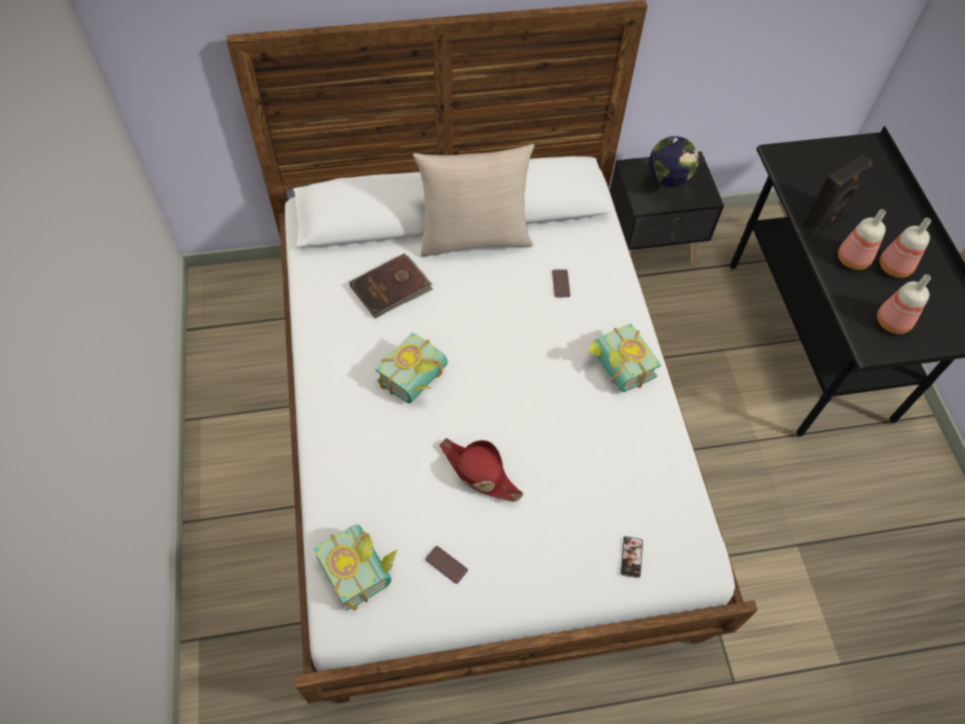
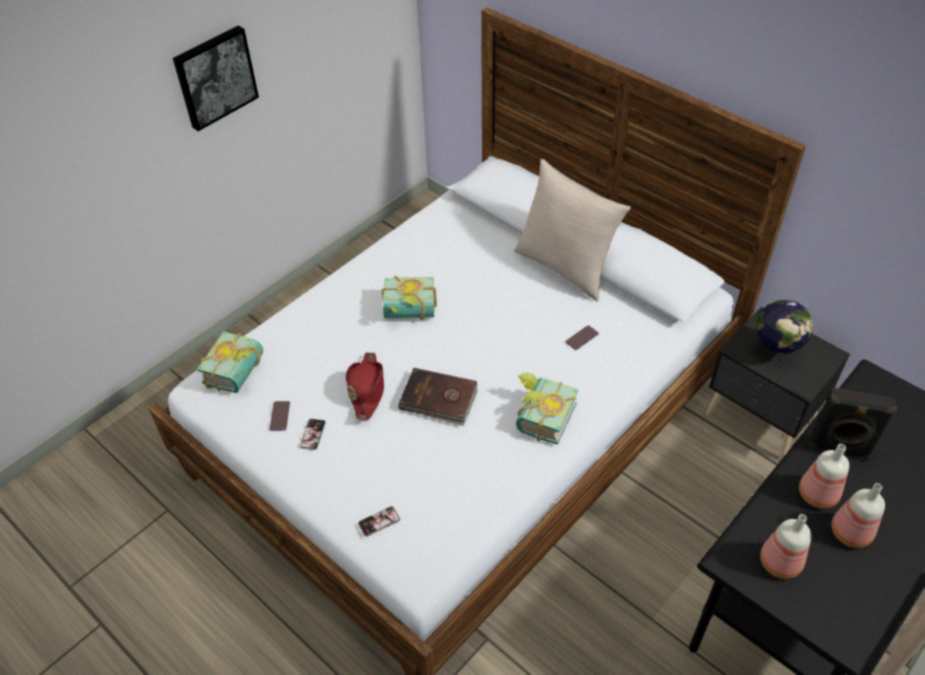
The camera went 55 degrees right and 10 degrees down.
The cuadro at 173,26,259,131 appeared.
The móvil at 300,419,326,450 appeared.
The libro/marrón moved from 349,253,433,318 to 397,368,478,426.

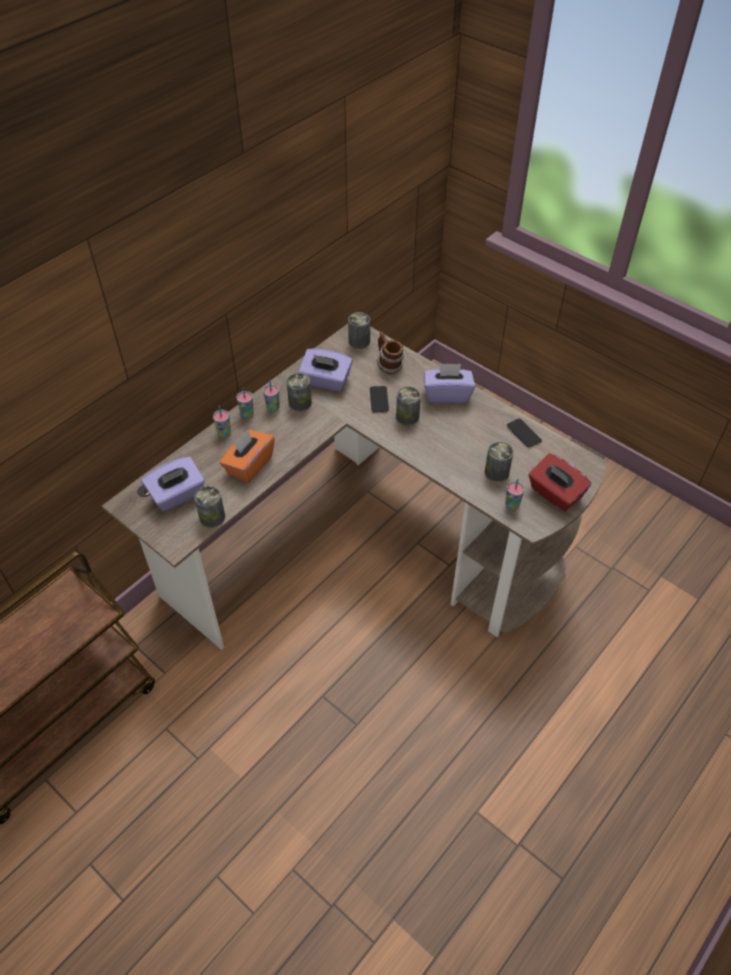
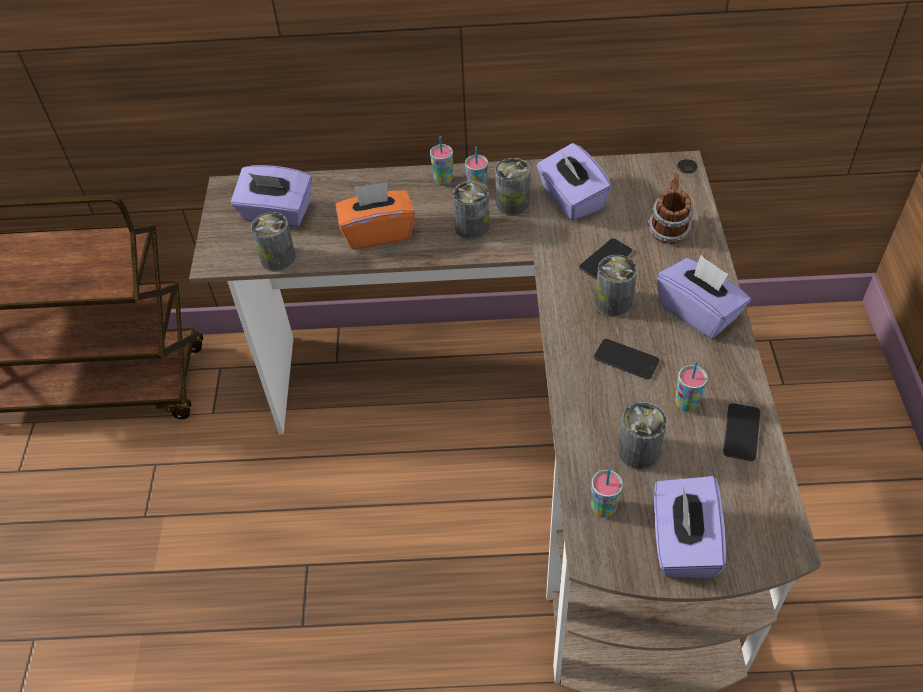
The camera went 50 degrees right and 0 degrees up.
The lata moved from 348,312,370,349 to 453,181,490,240.
The móvil at 594,339,660,379 appeared.
The caja de pañuelos/rojo at 528,453,591,511 became the caja de pañuelos/morado at 654,476,726,579.
The taza moved from 213,406,231,438 to 675,361,708,412.

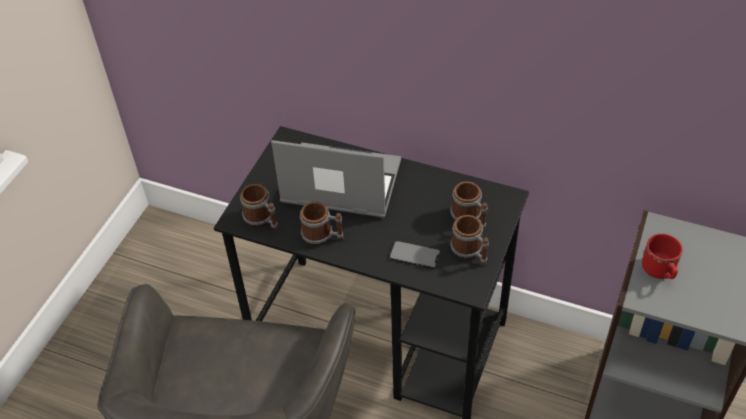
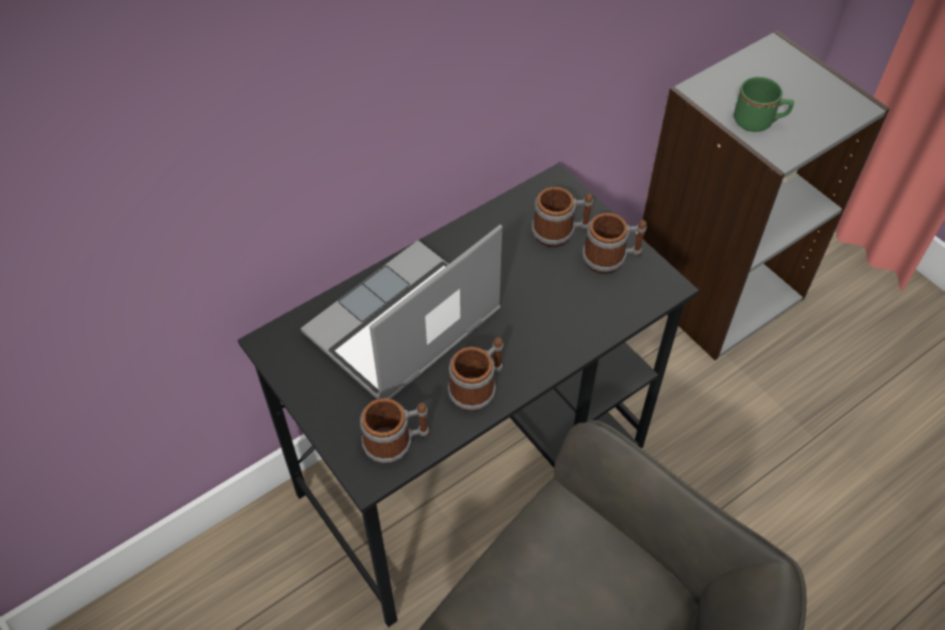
The camera went 60 degrees left and 5 degrees up.
The taza grande/rojo at 642,234,683,279 became the taza grande/verde at 734,77,794,132.
The móvil at 389,241,441,269 disappeared.

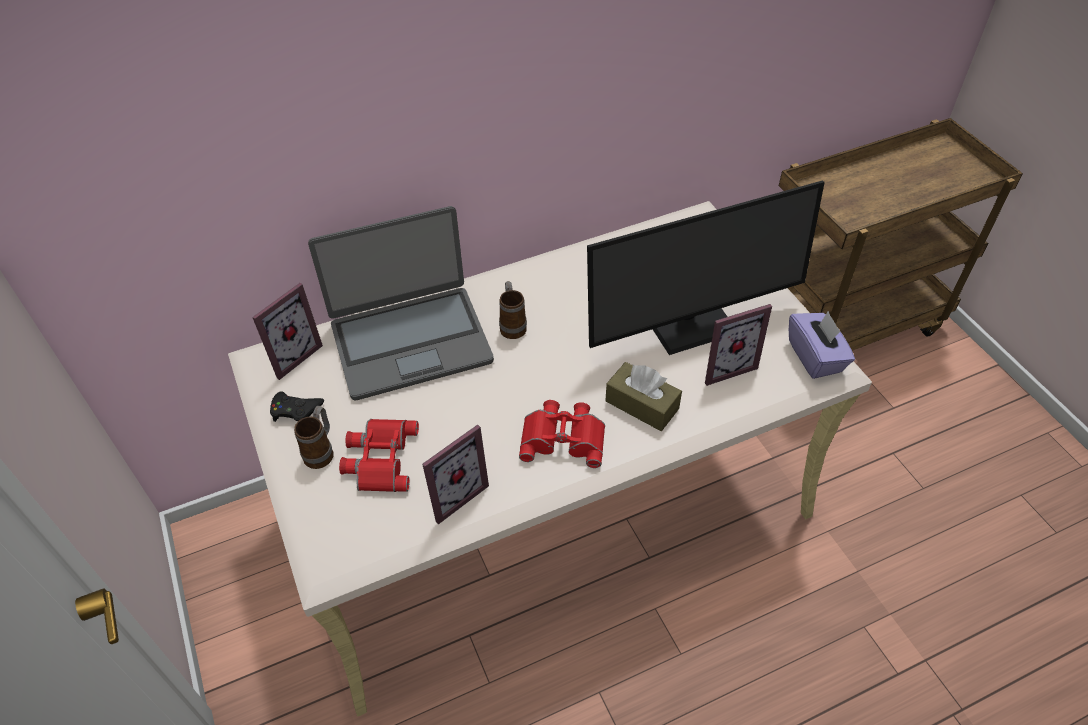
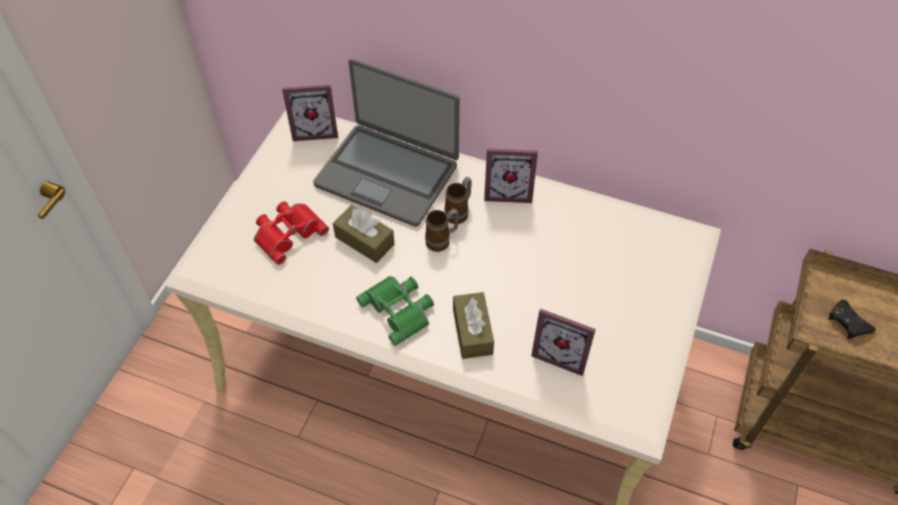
The camera went 45 degrees right and 5 degrees up.
The caja de pañuelos/marrón at 333,205,395,263 appeared.
The prismáticos/rojo at 519,400,605,468 became the prismáticos/verde at 356,276,434,346.
The taza grande moved from 294,406,333,469 to 425,209,459,252.
The portarretratos moved from 422,425,489,524 to 484,149,538,203.
The mando de consola/negro moved from 270,391,324,422 to 828,300,876,339.
The monitor at 587,180,825,355 disappeared.
The caja de pañuelos/morado at 789,311,855,379 disappeared.

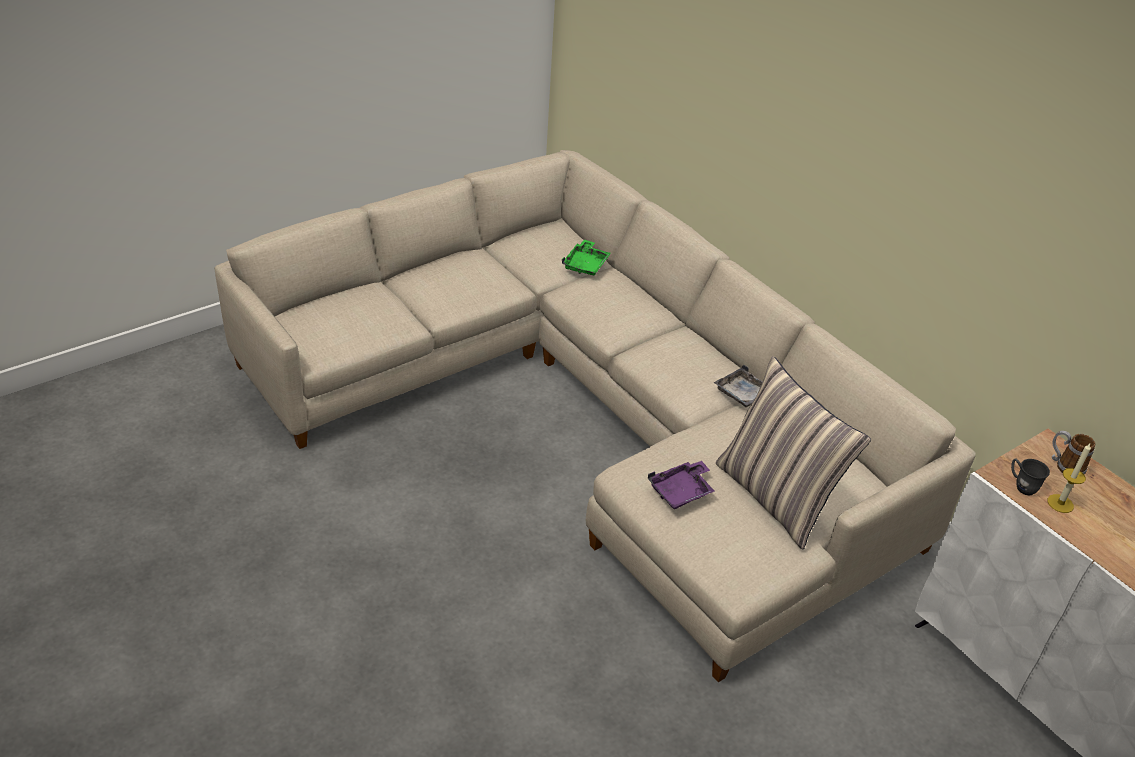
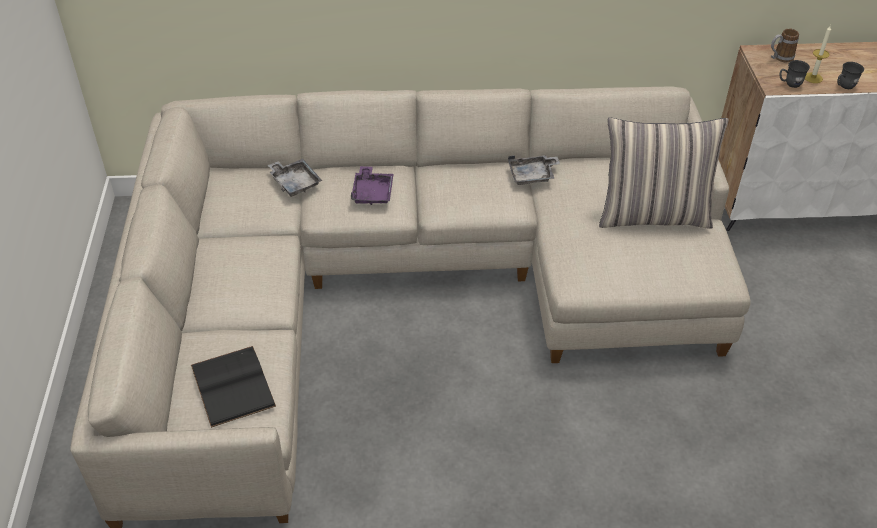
The camera went 55 degrees left and 5 degrees up.
The libro/negro at 191,346,276,428 appeared.
The bandeja/verde at 562,239,611,275 became the bandeja/gris at 268,159,322,197.
The bandeja/morado moved from 648,461,714,509 to 351,166,394,205.
The taza grande/gris at 837,62,864,89 appeared.

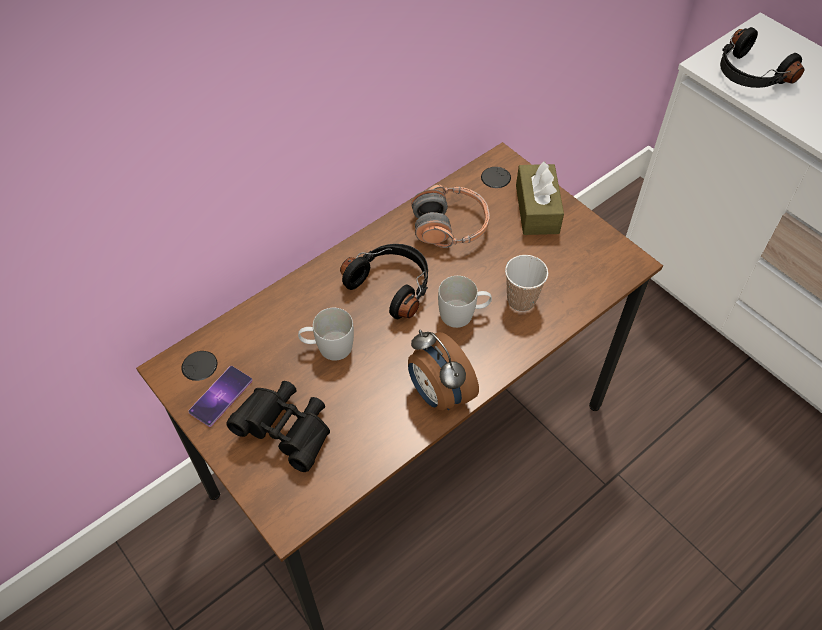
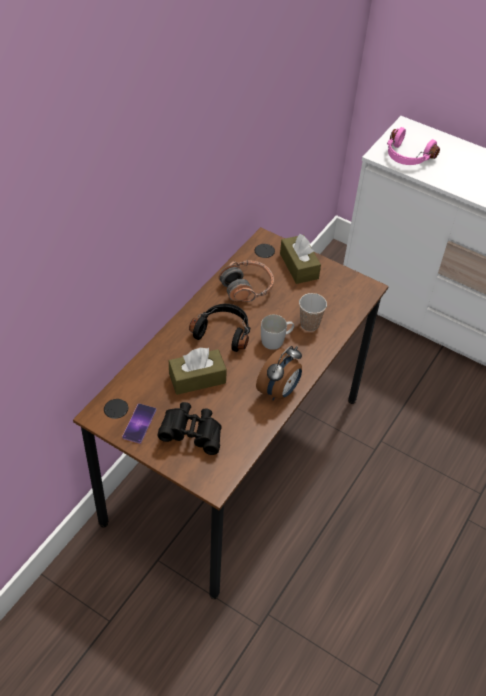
The camera went 20 degrees left and 5 degrees down.
The taza grande/blanco at 298,308,354,361 was replaced by the caja de pañuelos/marrón at 169,348,227,395.
The despertador at 408,330,479,411 turned 90 degrees counterclockwise.
The auriculares/negro at 720,27,805,88 became the auriculares/rosa at 387,127,440,165.

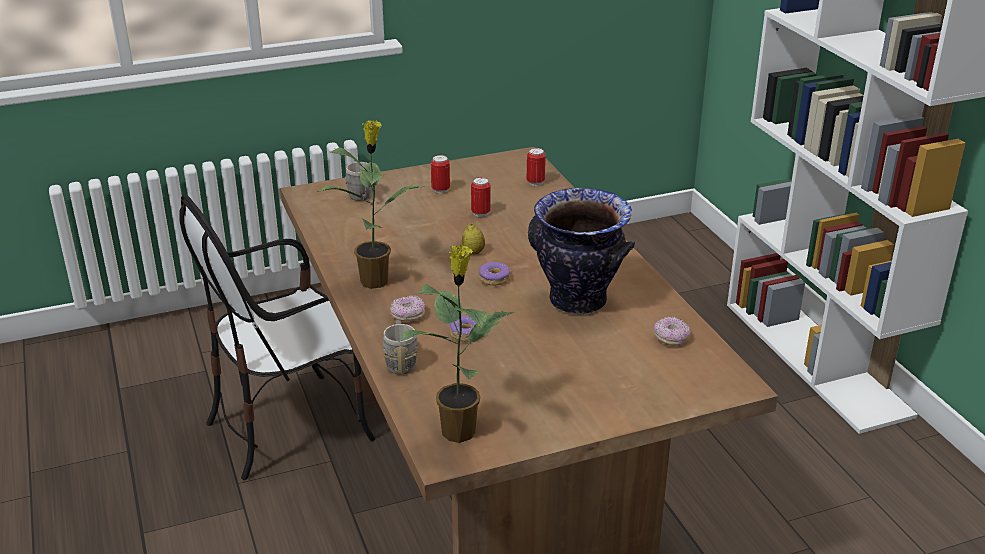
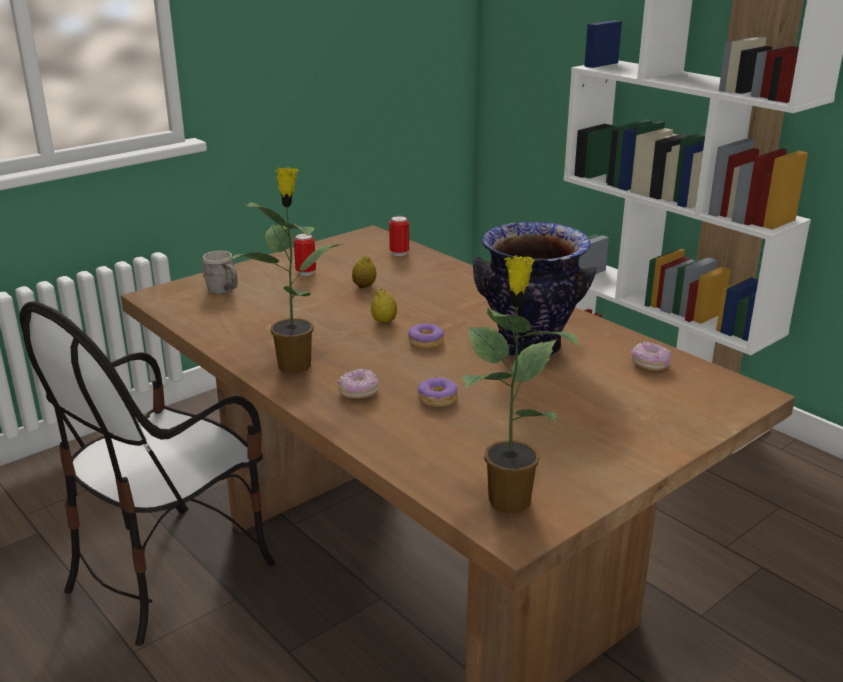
The camera went 20 degrees left and 5 degrees down.
The lata at 471,177,491,217 was replaced by the limón at 352,255,376,288.
The taza grande/gris at 382,321,419,374 disappeared.

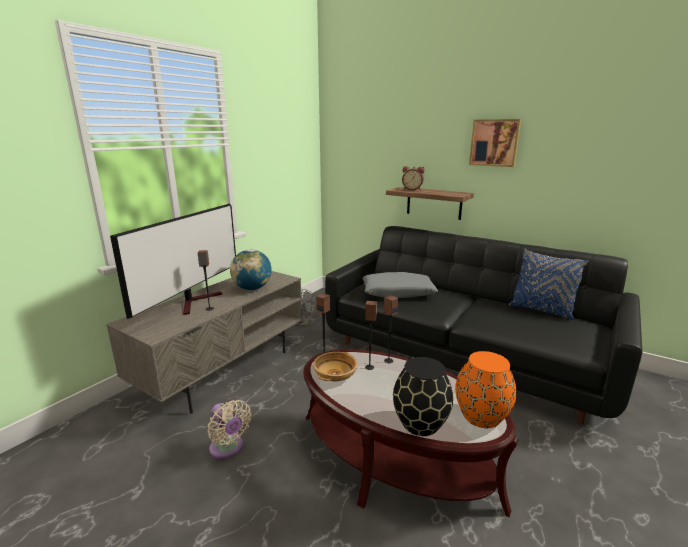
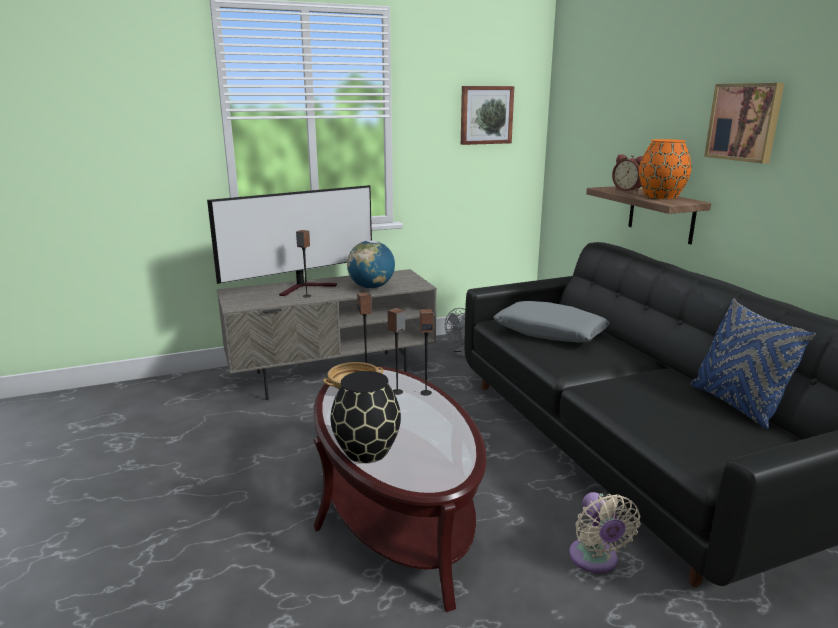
The camera went 35 degrees right and 0 degrees up.
The cuadro at 461,86,514,145 appeared.
The ventilador/beis moved from 208,400,251,459 to 569,492,641,573.
The florero/naranja moved from 455,351,517,428 to 639,139,691,199.

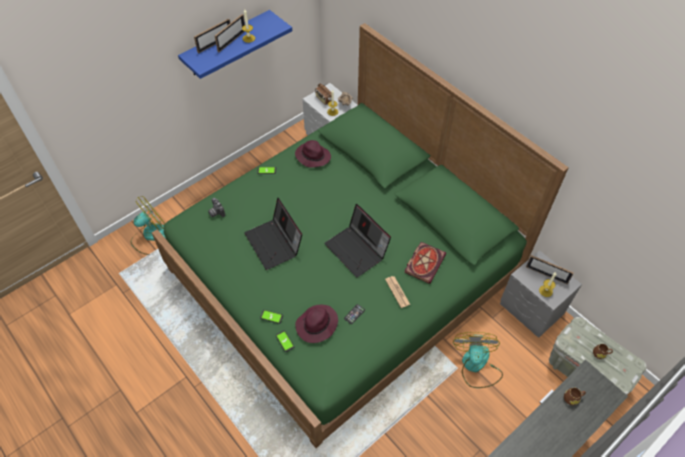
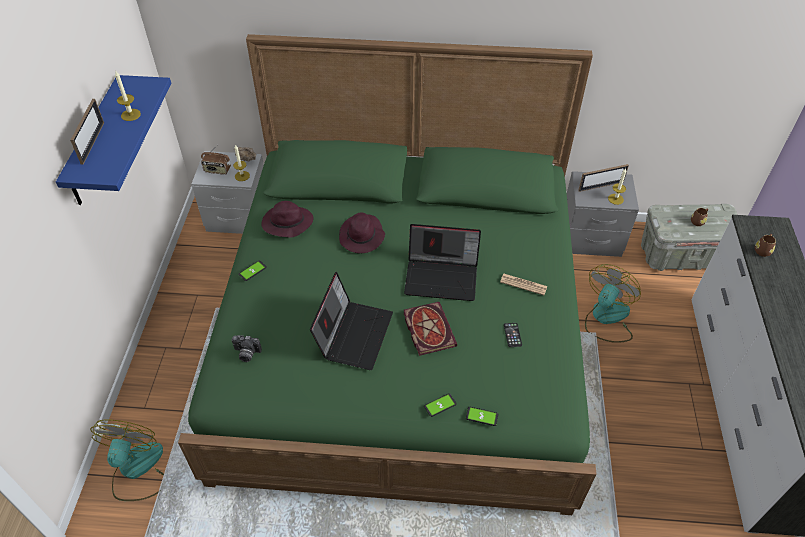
The camera went 45 degrees left and 5 degrees down.
The portátil at 244,198,302,270 turned 90 degrees counterclockwise.
The sombrero/morado moved from 295,305,338,343 to 339,212,385,253.
The libro moved from 404,242,446,284 to 404,302,457,356.
The ventilador at 453,332,503,388 turned 75 degrees clockwise.
The portarretratos at 215,14,245,52 disappeared.

